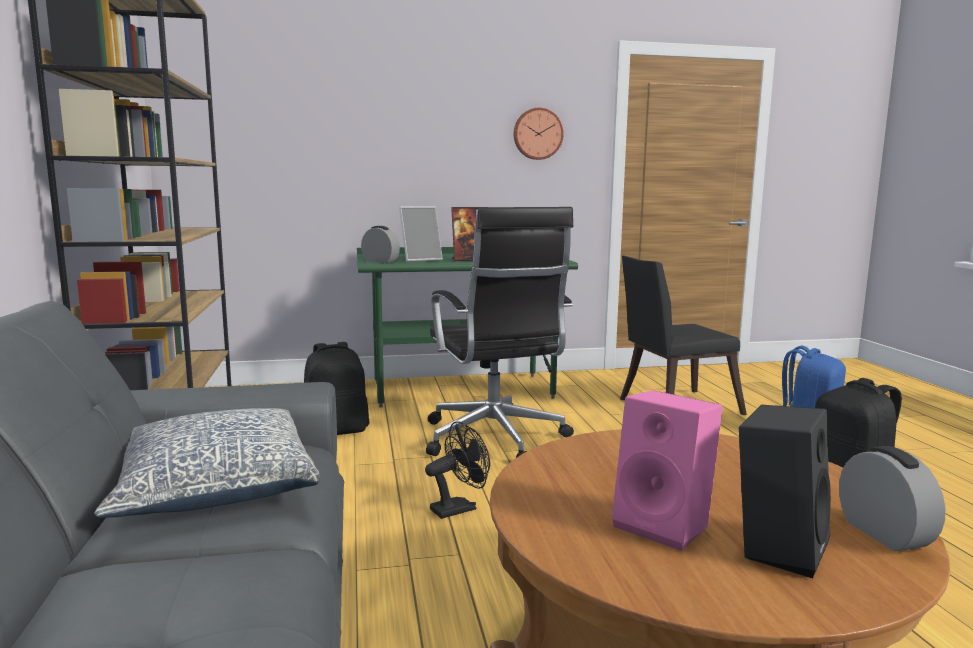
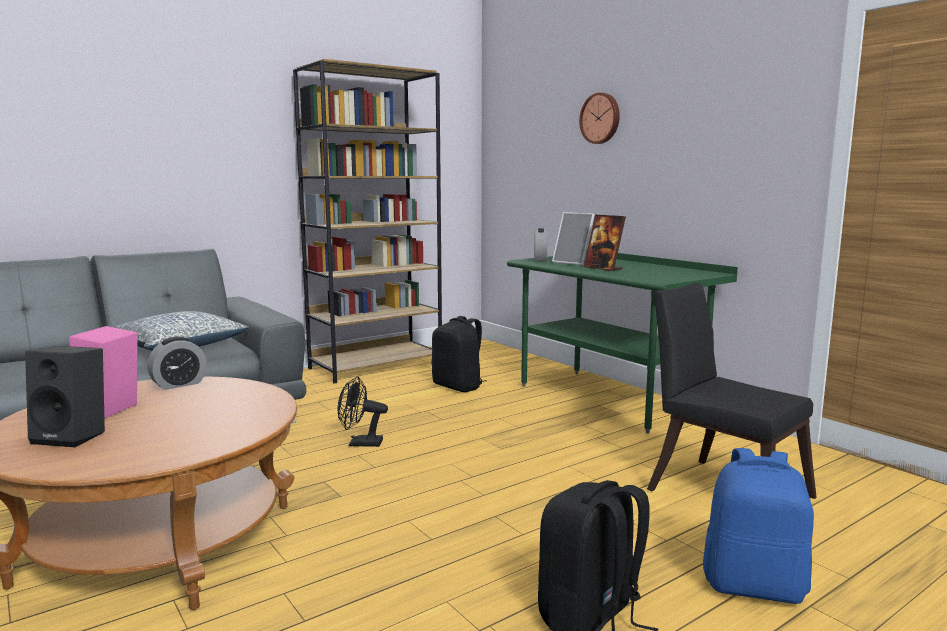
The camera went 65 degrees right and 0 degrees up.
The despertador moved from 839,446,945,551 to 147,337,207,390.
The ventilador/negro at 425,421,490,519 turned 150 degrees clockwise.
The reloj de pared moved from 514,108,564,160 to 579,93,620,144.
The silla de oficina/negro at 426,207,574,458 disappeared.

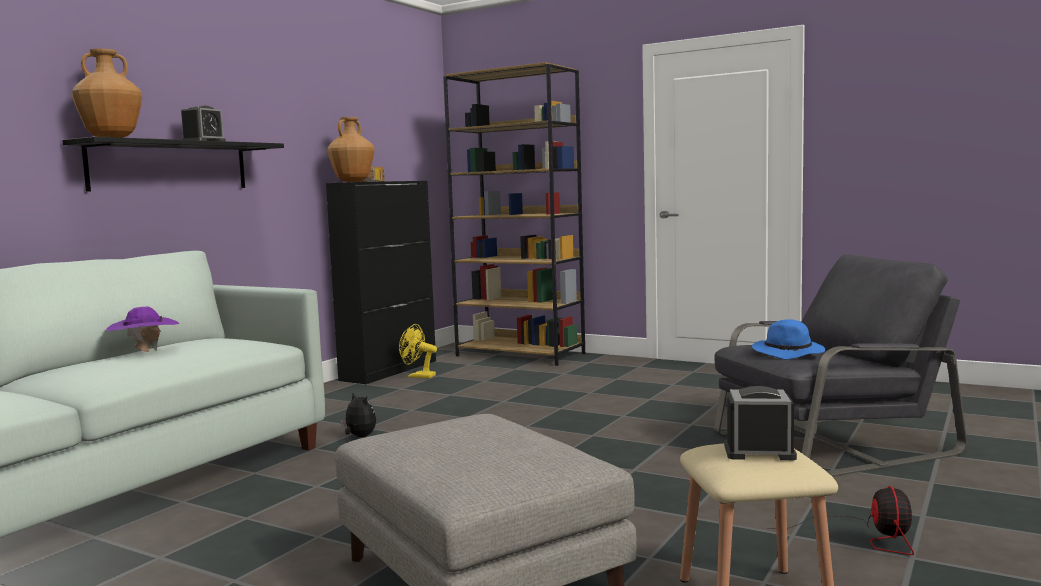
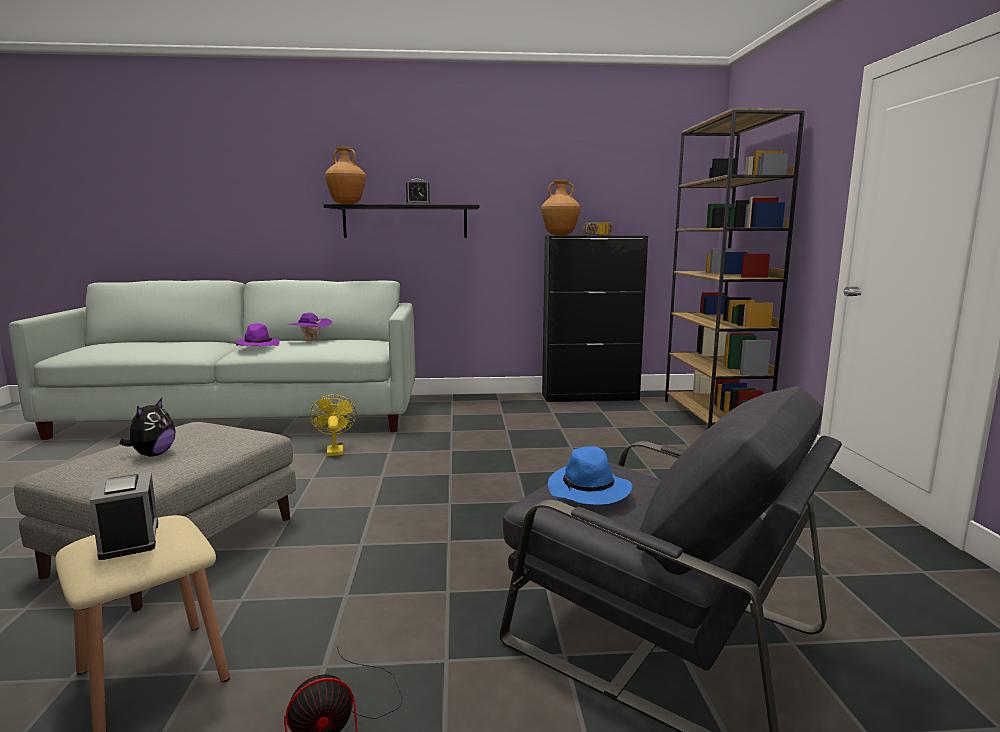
The camera went 55 degrees right and 5 degrees up.
The peluche moved from 341,392,376,437 to 120,398,176,457.
The sombrero/morado at 236,323,279,346 appeared.
The ventilador/amarillo moved from 399,324,437,379 to 310,395,356,456.

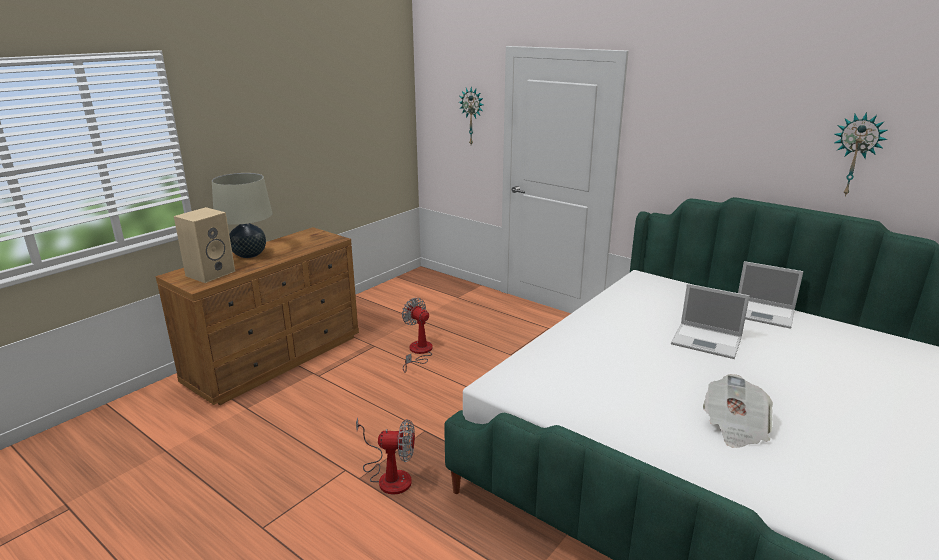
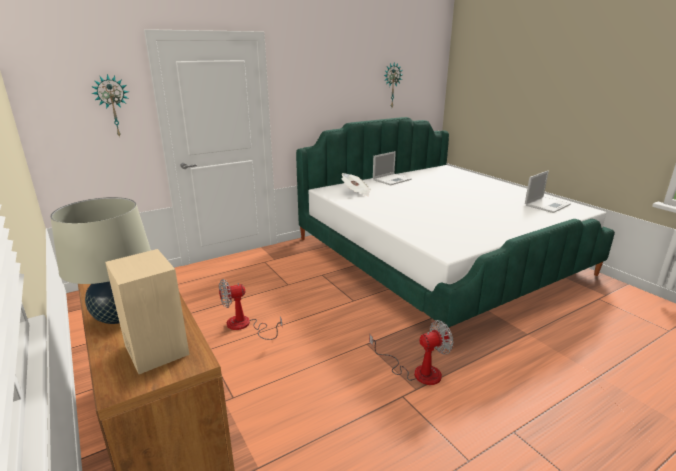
The camera went 70 degrees left and 0 degrees up.
The periódico moved from 703,374,773,448 to 342,173,371,196.
The ventilador at 356,417,415,495 turned 45 degrees clockwise.
The portátil moved from 671,284,750,359 to 525,171,571,213.

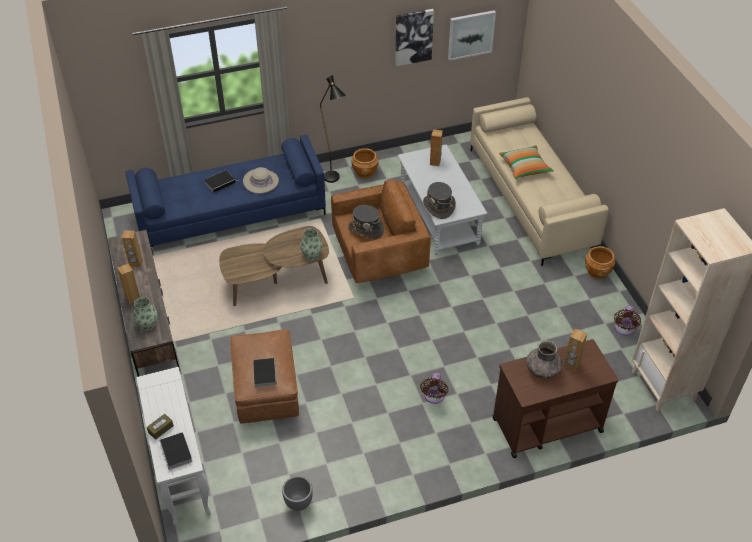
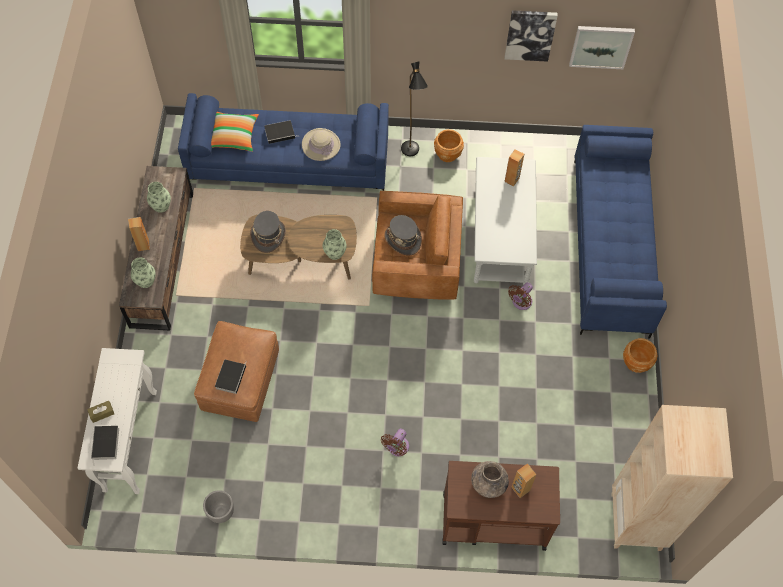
The camera went 20 degrees right and 15 degrees up.
The altavoz/marrón at 122,231,143,267 was replaced by the florero at 147,182,171,213.
The cojín moved from 499,145,554,179 to 211,112,259,152.
The sombrero/gris moved from 423,182,456,219 to 250,211,286,253.
The ventilador/marrón moved from 614,306,641,336 to 508,282,533,310.
The sofá/beis at 470,97,609,266 became the sofá/azul at 574,125,667,338.

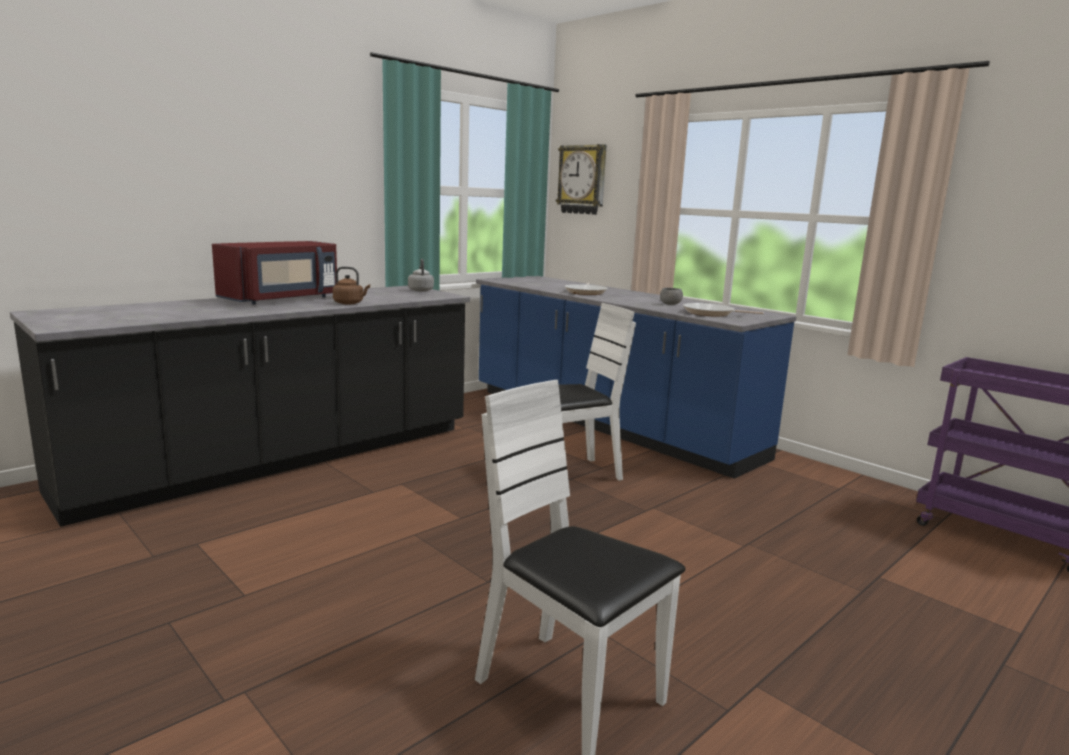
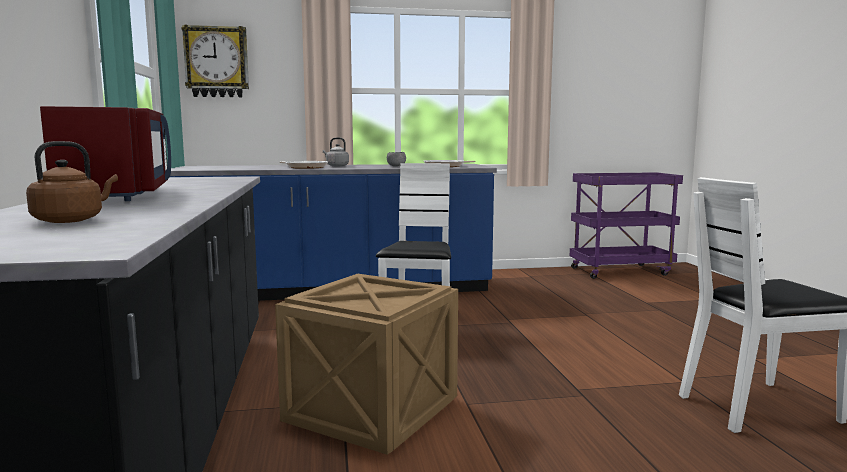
The camera went 55 degrees left and 5 degrees down.
The hervidor/marrón moved from 332,266,370,305 to 26,141,118,223.
The caja de embalaje at 275,274,458,455 appeared.
The hervidor/gris moved from 408,259,434,292 to 323,137,349,166.

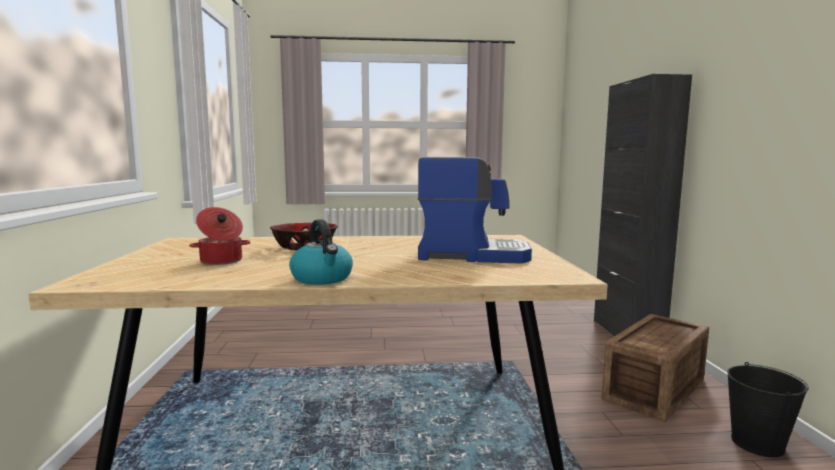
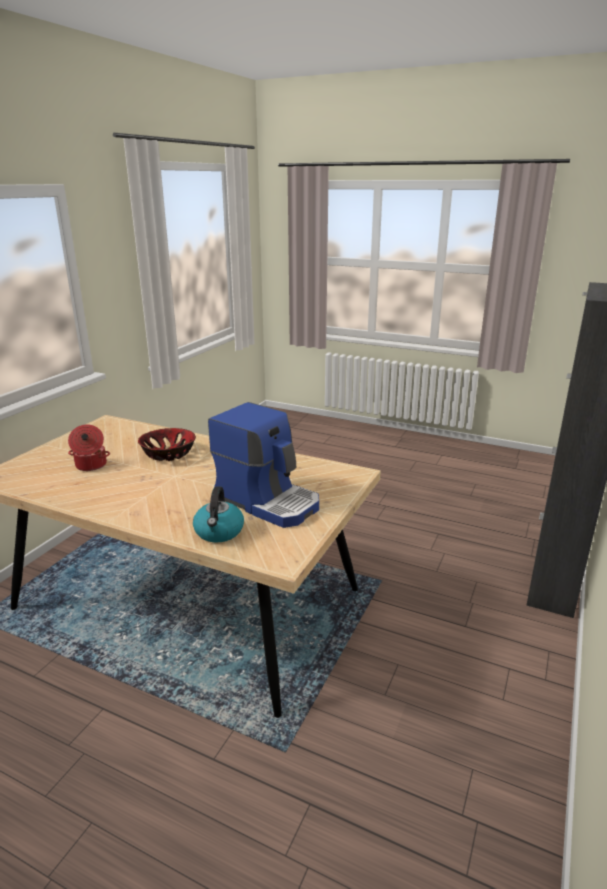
The camera went 30 degrees right and 15 degrees up.
The hervidor moved from 289,219,353,285 to 193,486,244,542.
The caja de embalaje at 602,314,709,422 disappeared.
The cubo/negro at 727,362,809,457 disappeared.

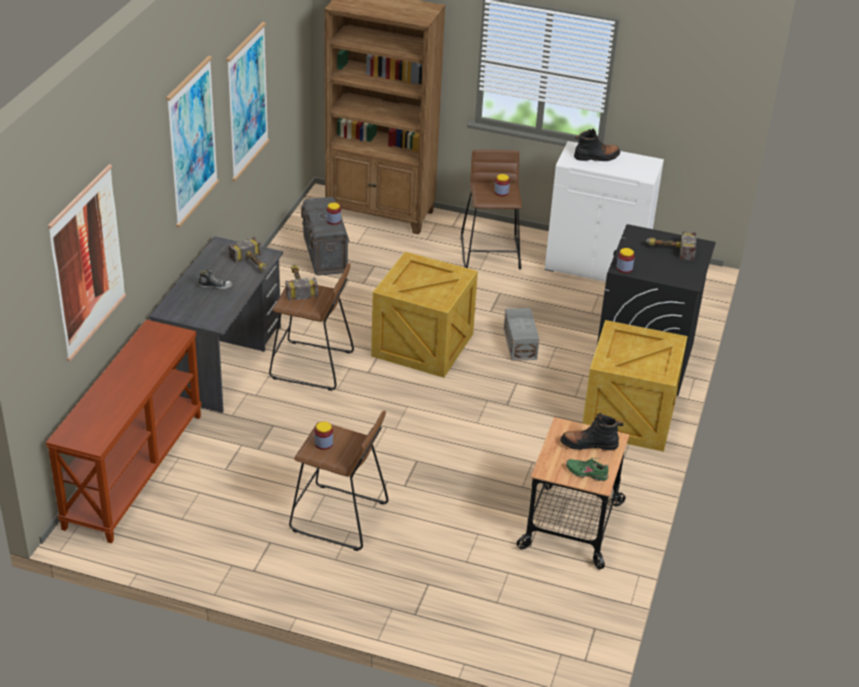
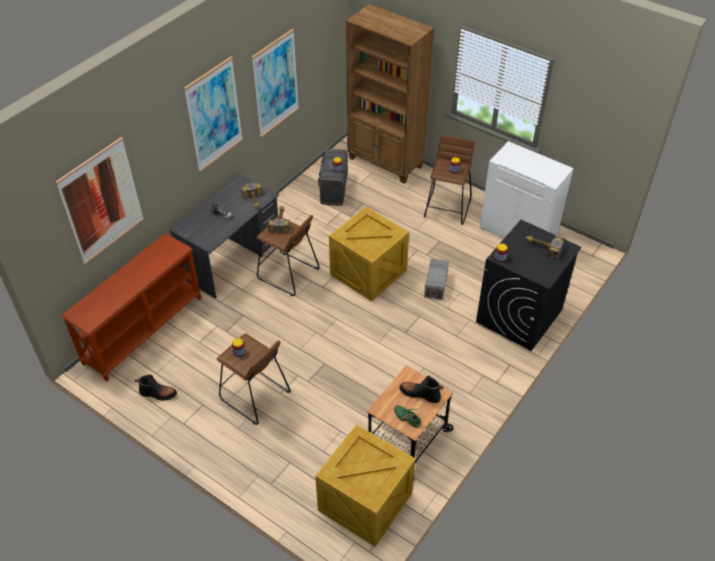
The camera went 20 degrees right and 10 degrees up.
The bota/negro moved from 574,128,620,161 to 135,374,177,401.
The caja de embalaje moved from 582,320,688,452 to 315,425,416,547.

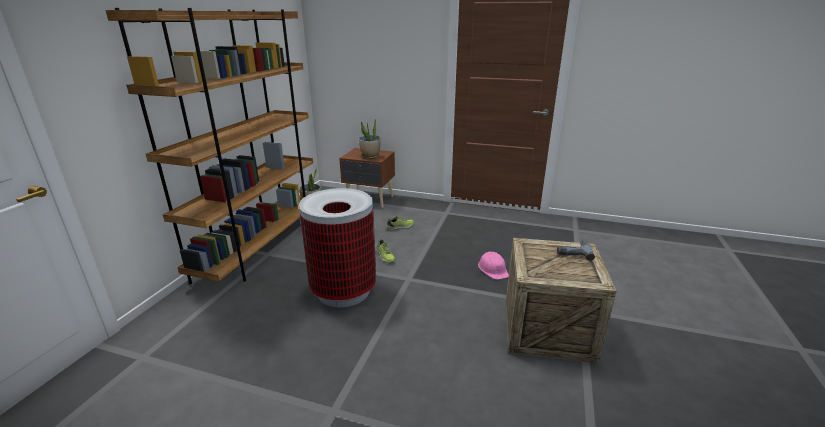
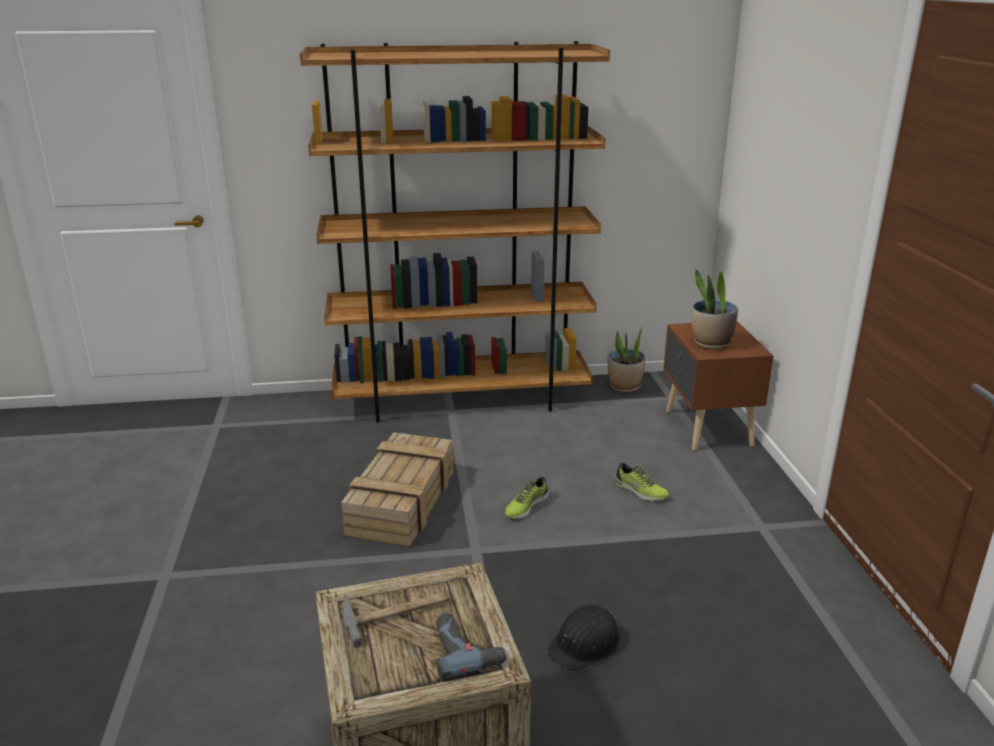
The camera went 65 degrees right and 0 degrees up.
The papelera at 299,188,376,307 was replaced by the caja de embalaje at 341,432,453,547.
The martillo at 342,592,450,648 appeared.
The casco/rosa at 478,252,509,279 became the casco/negro at 547,605,620,672.

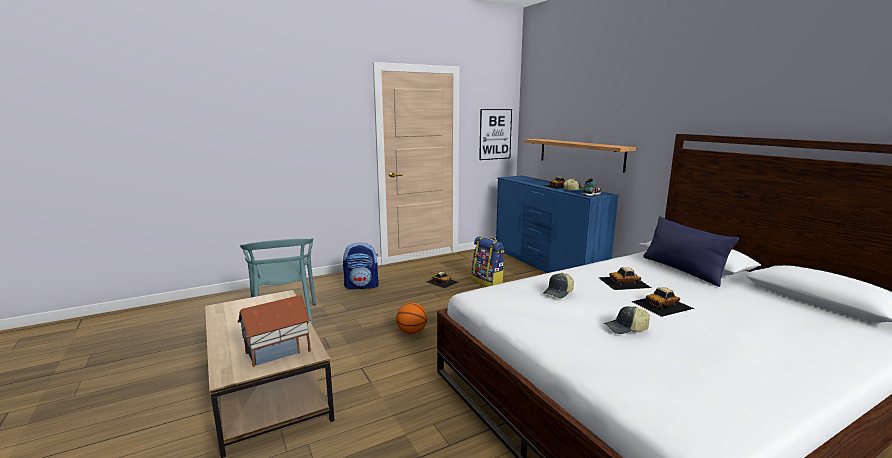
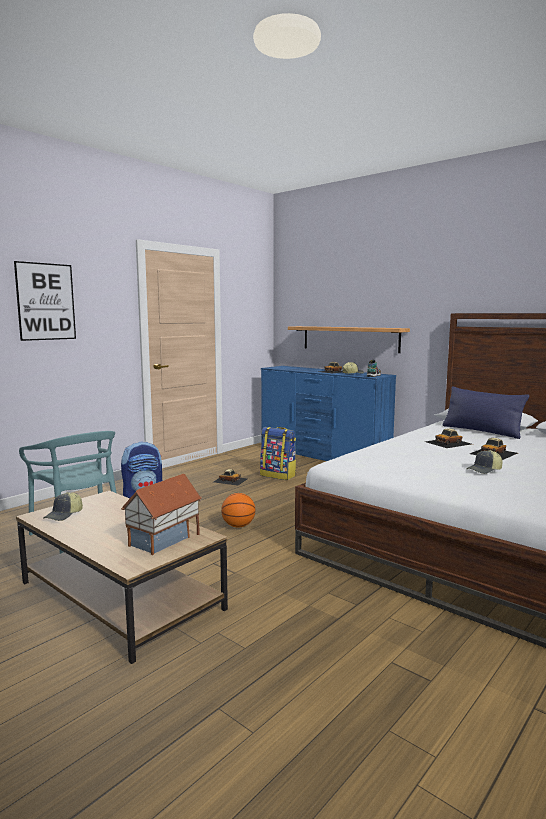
The camera went 20 degrees left and 5 degrees down.
The cuadro moved from 479,109,512,160 to 14,261,76,341.
The gorra moved from 543,273,574,298 to 44,492,83,521.

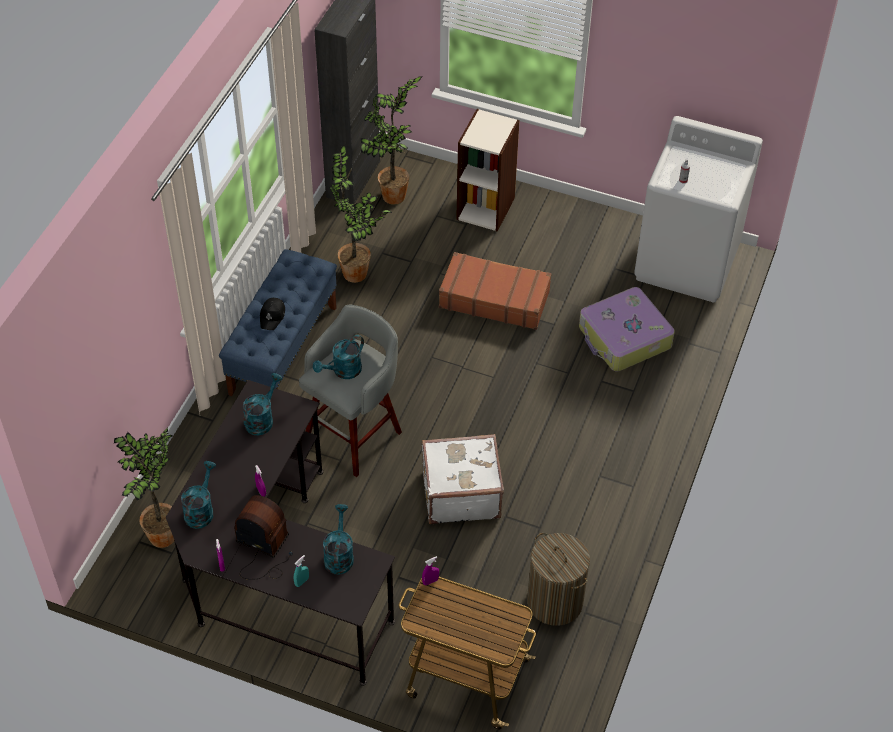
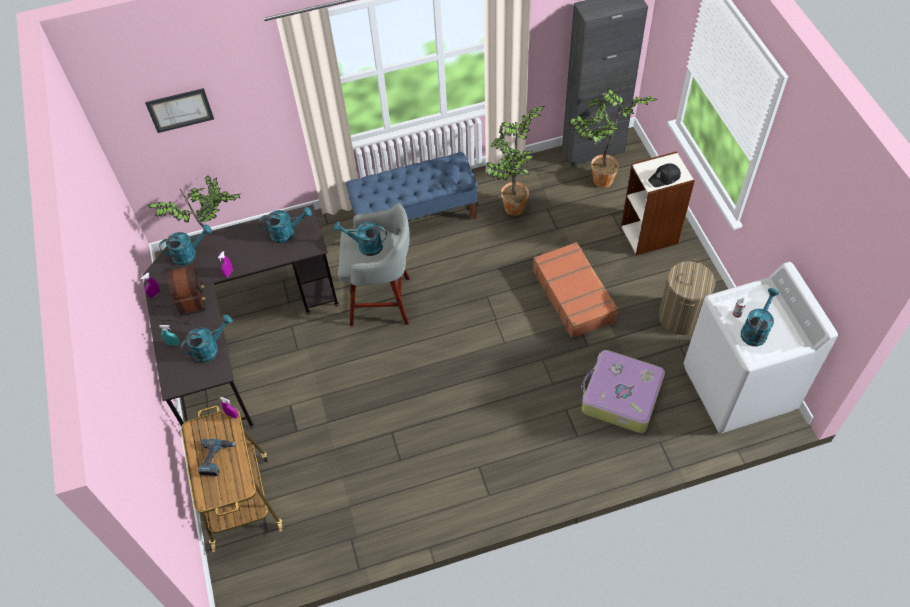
The camera went 55 degrees right and 5 degrees up.
The cuadro at 145,88,214,133 appeared.
The taladro at 198,439,237,476 appeared.
The gorra/negro moved from 260,298,285,330 to 648,163,681,187.
The cesto de la ropa moved from 527,533,590,626 to 659,259,715,335.
The regadera/turquesa at 741,288,779,346 appeared.
The maleta/blanco at 422,434,504,524 disappeared.

